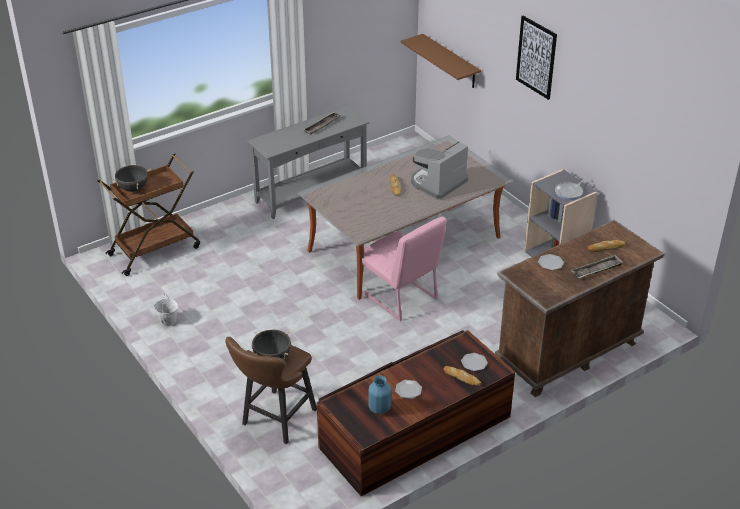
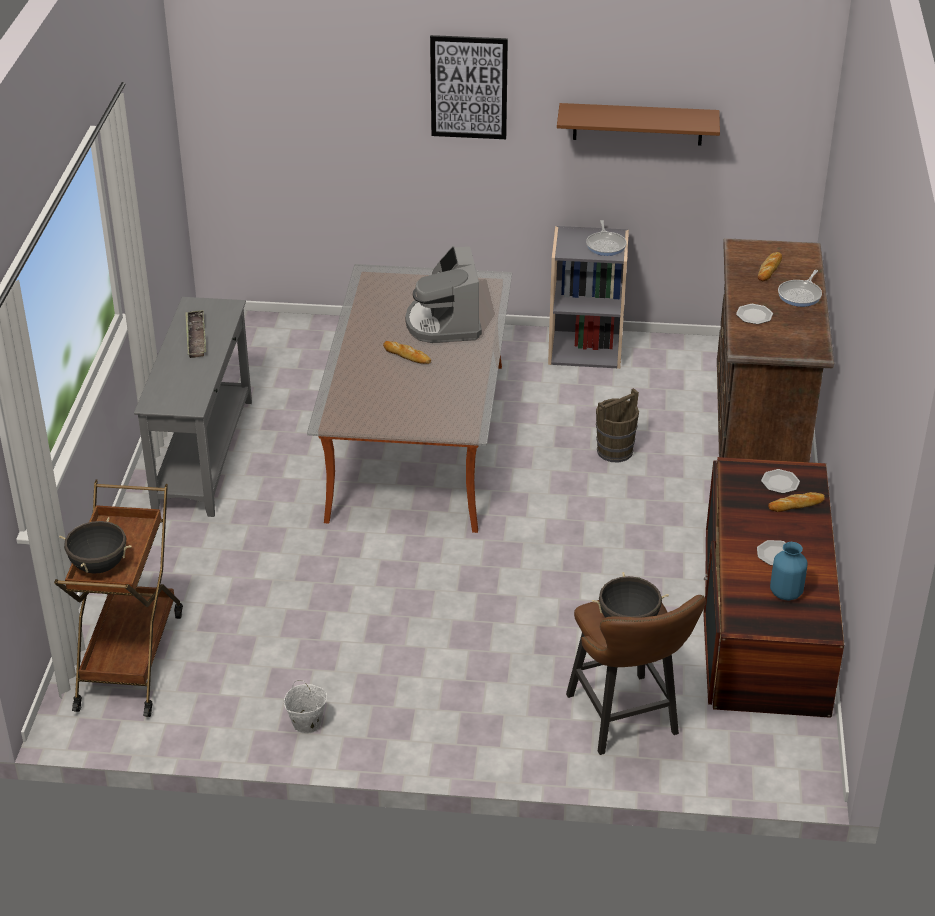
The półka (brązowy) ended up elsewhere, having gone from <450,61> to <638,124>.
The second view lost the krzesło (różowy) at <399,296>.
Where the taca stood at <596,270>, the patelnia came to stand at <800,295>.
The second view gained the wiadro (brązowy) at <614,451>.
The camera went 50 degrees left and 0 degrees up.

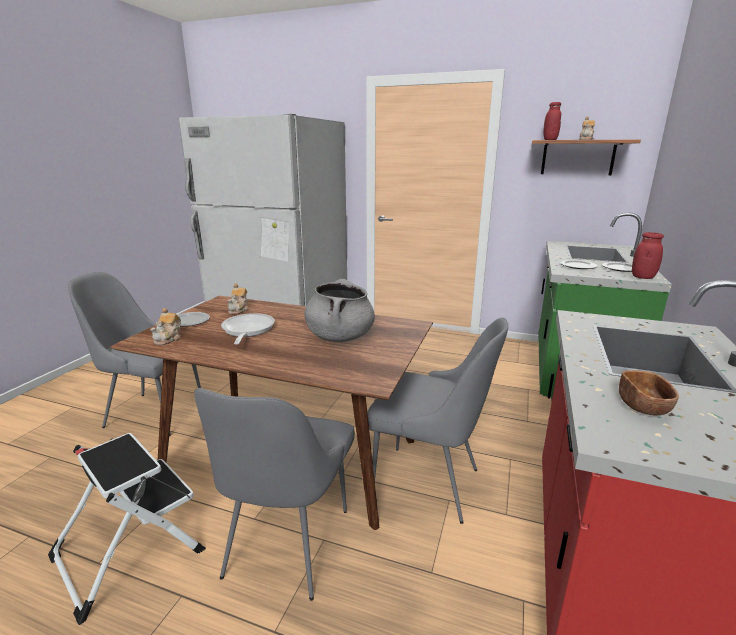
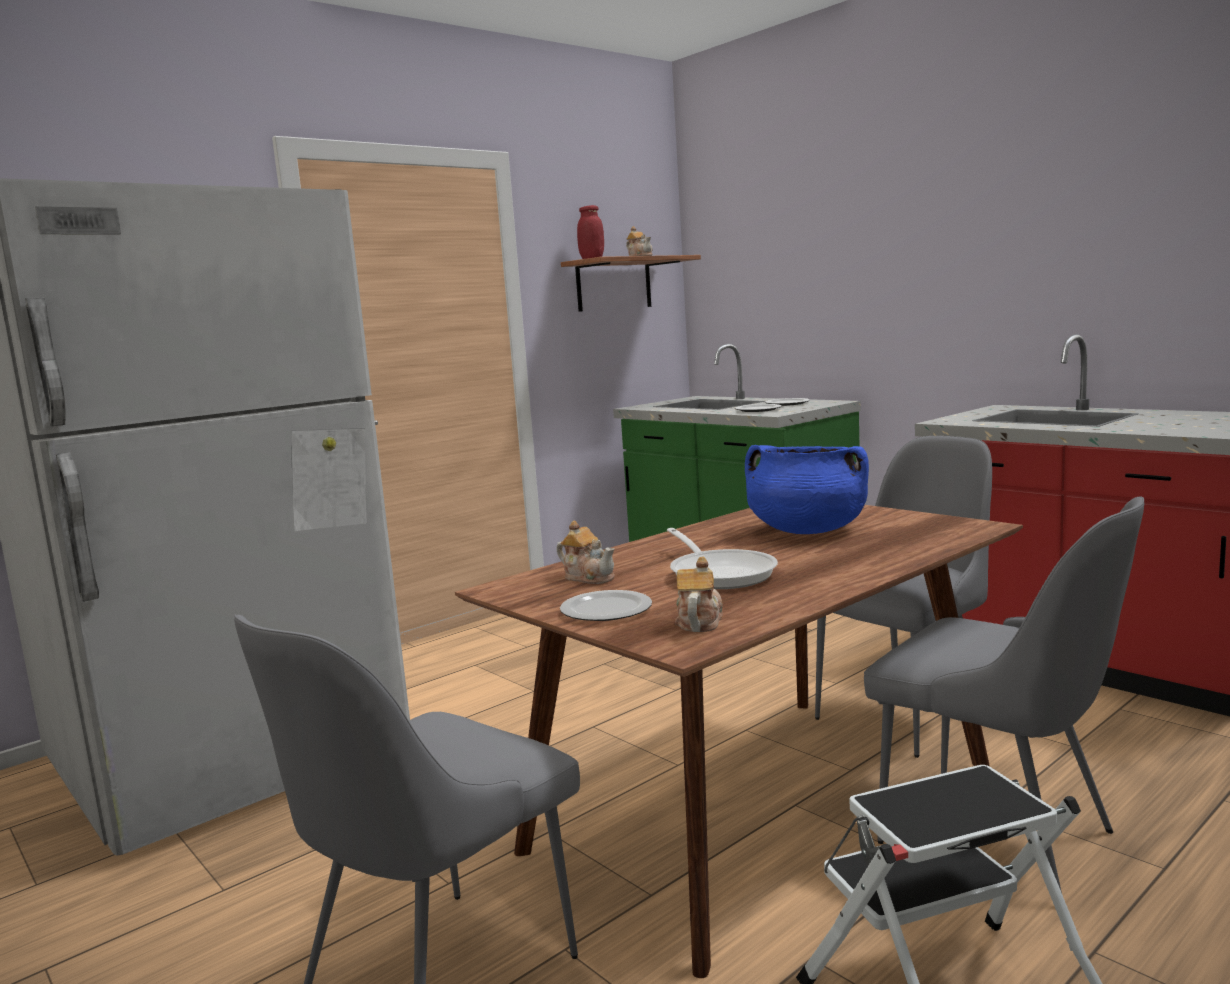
The second view lost the słoik (czerwony) at <643,277>.
What was the garnek (szary) at <340,336> turned into the garnek (niebieski) at <806,530>.
The imbryk at <169,339> ended up facing another way, 120 degrees counterclockwise from before.
The patelnia at <247,331> ended up facing another way, 135 degrees counterclockwise from before.
The second view lost the miska (brązowy) at <643,406>.
The camera went 60 degrees left and 10 degrees down.

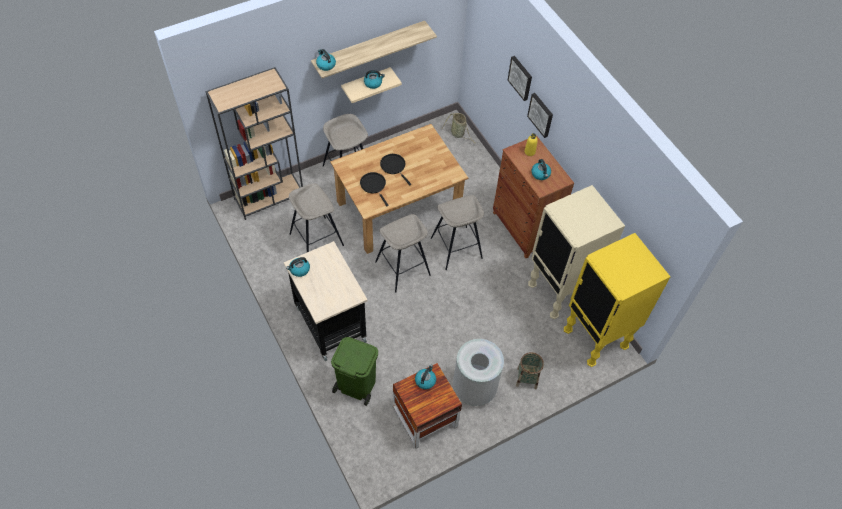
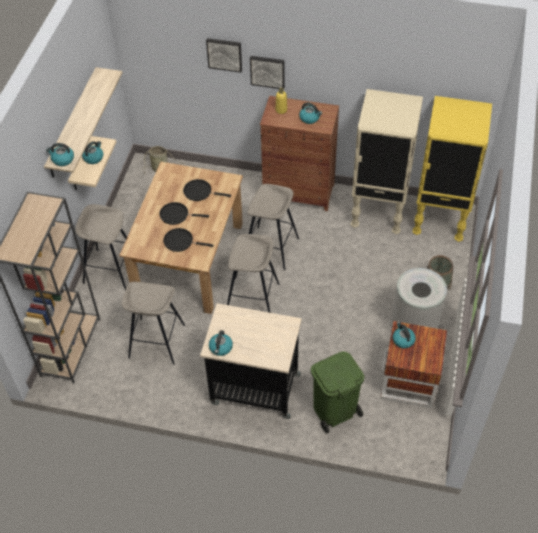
The second view gained the patelnia (czarny) at <200,192>.
The camera went 45 degrees left and 5 degrees down.

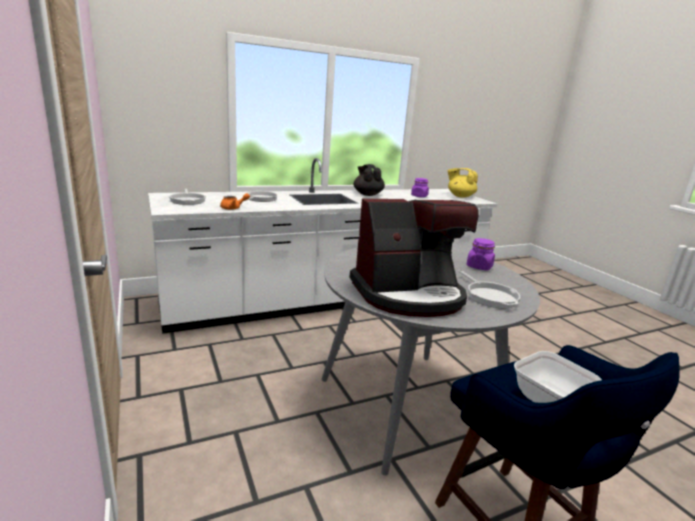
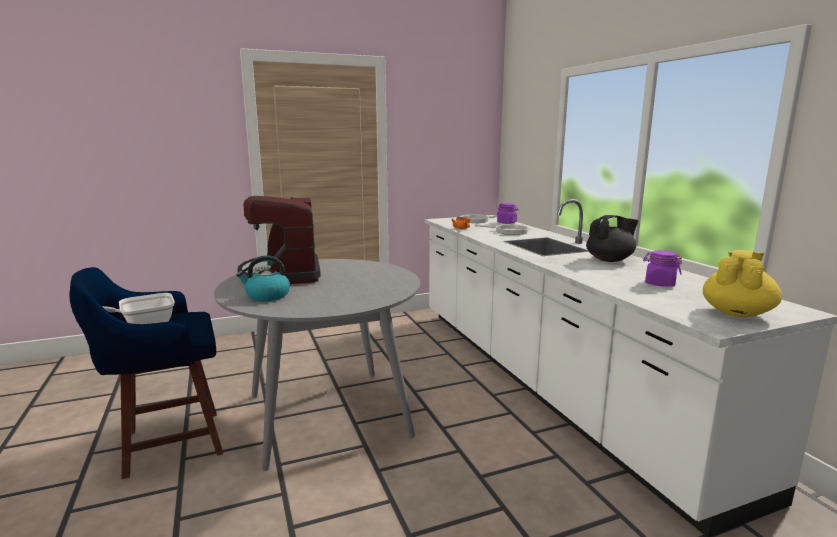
The słoik (fioletowy) ended up elsewhere, having gone from <479,266> to <507,223>.
Where the patelnia stood at <489,296>, the czajnik came to stand at <267,296>.
The camera went 95 degrees right and 5 degrees down.

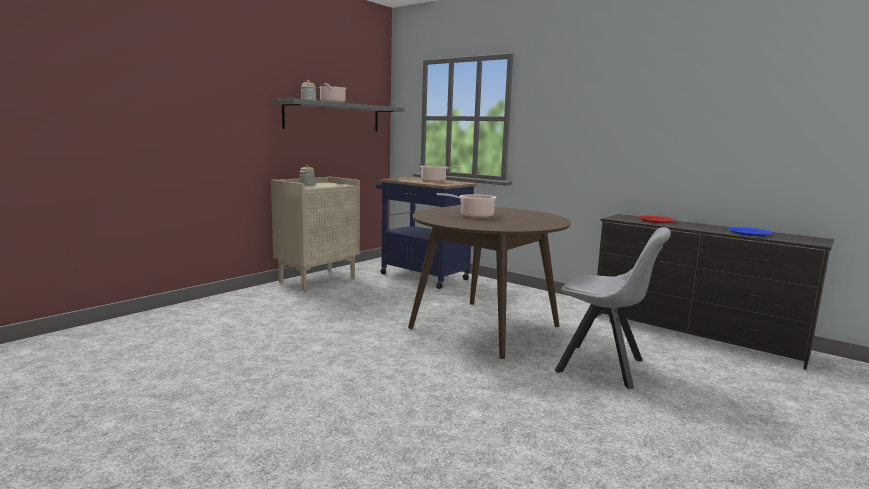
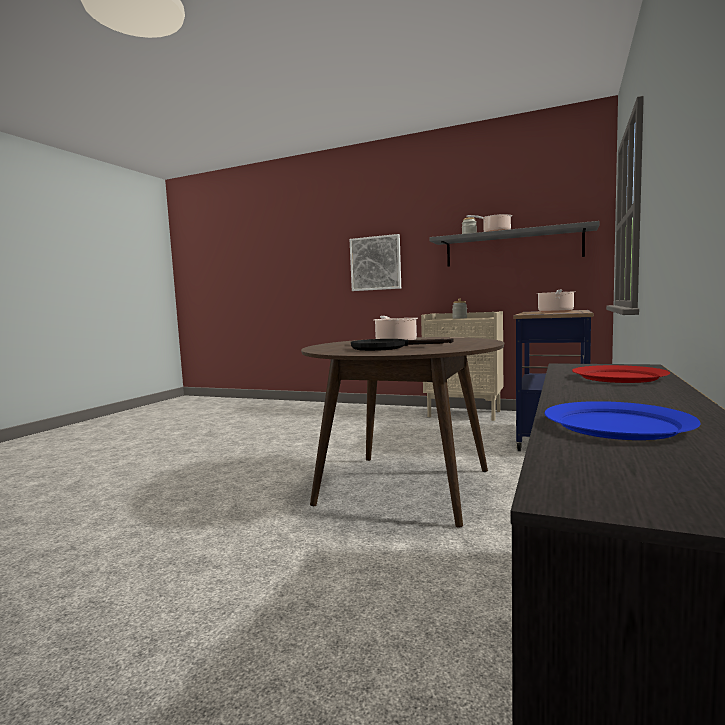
The second view lost the krzesło (szary) at <603,366>.
The second view gained the obraz at <375,263>.
The second view gained the patelnia (czarny) at <387,348>.
The camera went 75 degrees right and 5 degrees down.

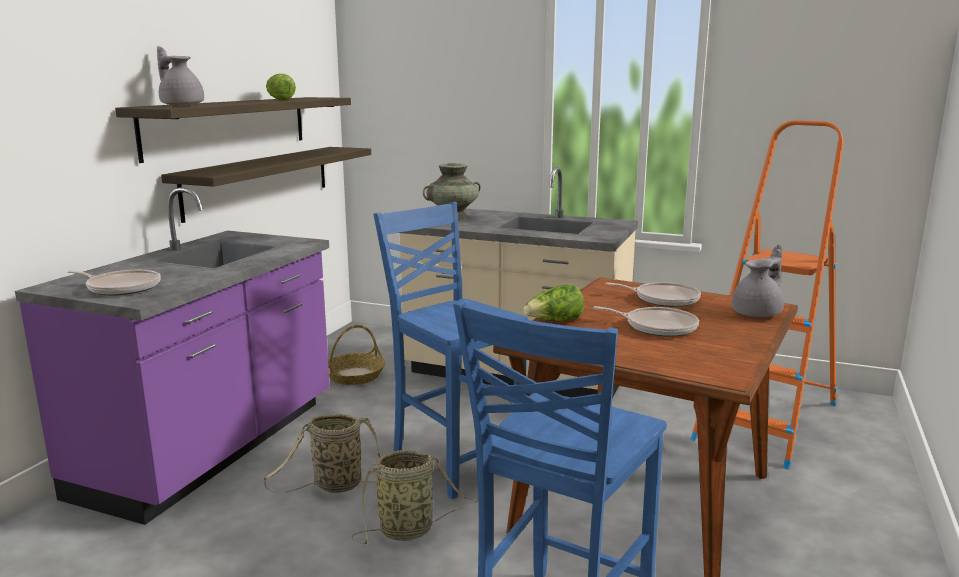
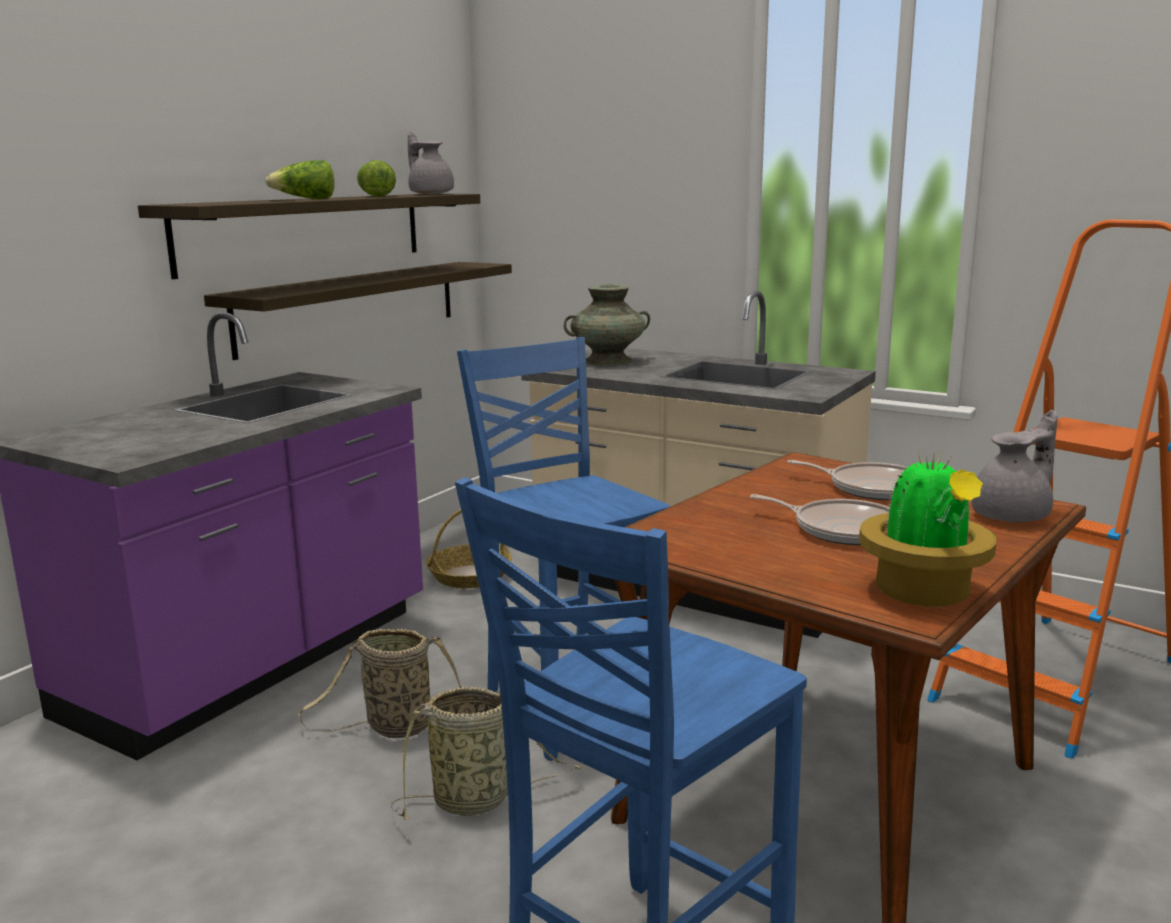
The imbryk (szary) ended up elsewhere, having gone from <181,105> to <430,194>.
The second view lost the patelnia at <121,288>.
The sałata ended up elsewhere, having gone from <554,322> to <306,199>.
The second view gained the roślina doniczkowa at <923,594>.
The camera went 10 degrees right and 0 degrees up.

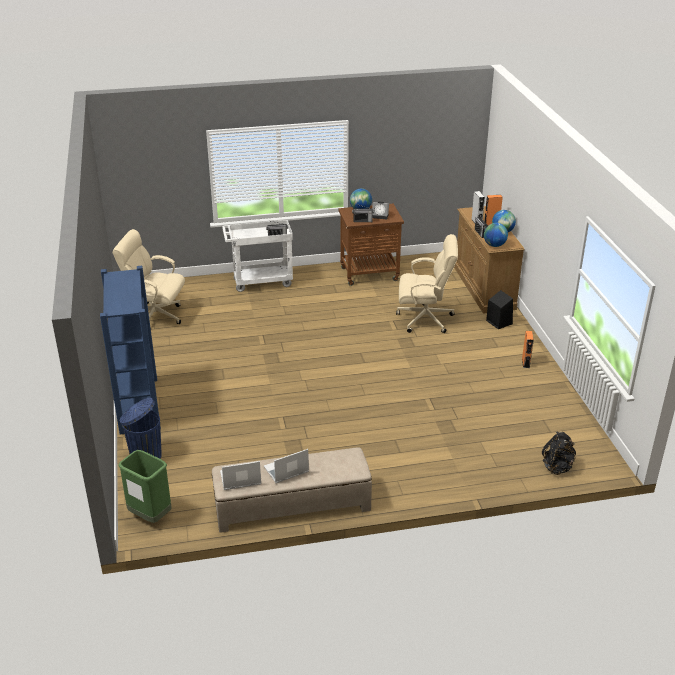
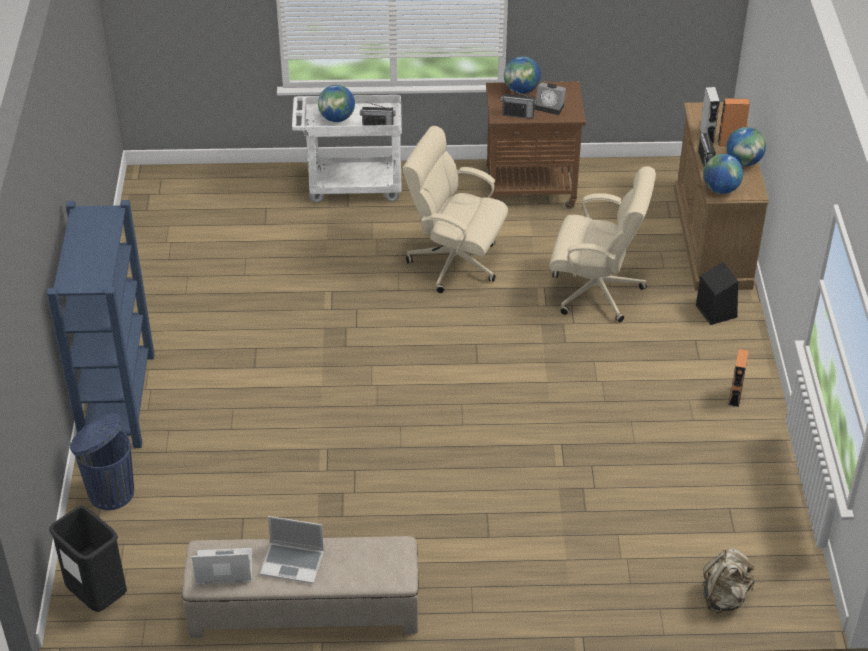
The krzesło biurowe (beżowy) ended up elsewhere, having gone from <155,317> to <455,262>.
What was the plecak (czarny) at <557,467> turned into the plecak (beżowy) at <725,597>.
The laptop at <286,470> ended up facing another way, 150 degrees counterclockwise from before.
What was the kosz na śmieci (zielony) at <150,516> turned into the kosz na śmieci (czarny) at <97,596>.
The second view gained the globus at <337,118>.
The camera went 10 degrees right and 10 degrees up.

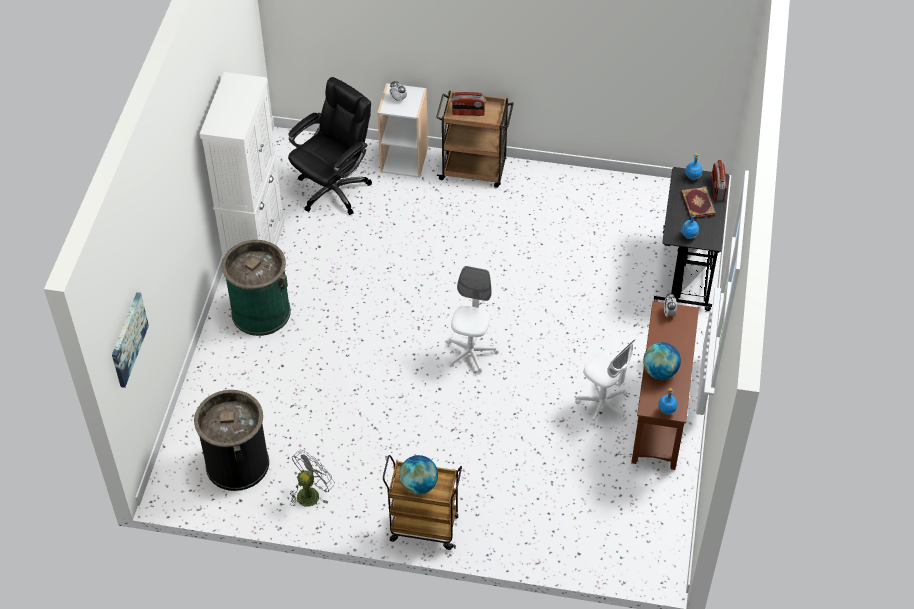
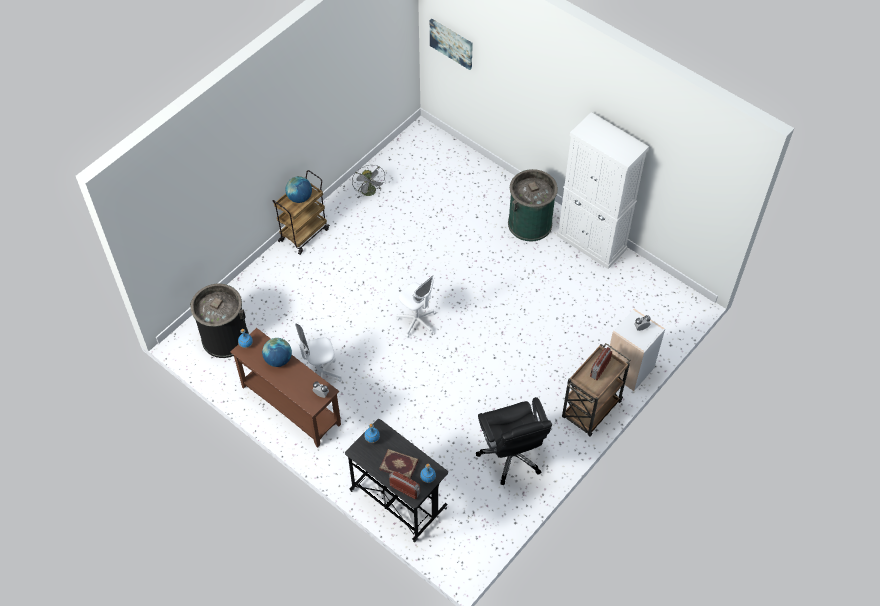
The krzesło biurowe (czarny) ended up elsewhere, having gone from <333,190> to <511,455>.
The kosz na śmieci (czarny) ended up elsewhere, having gone from <237,464> to <225,337>.
The camera went 120 degrees right and 5 degrees up.

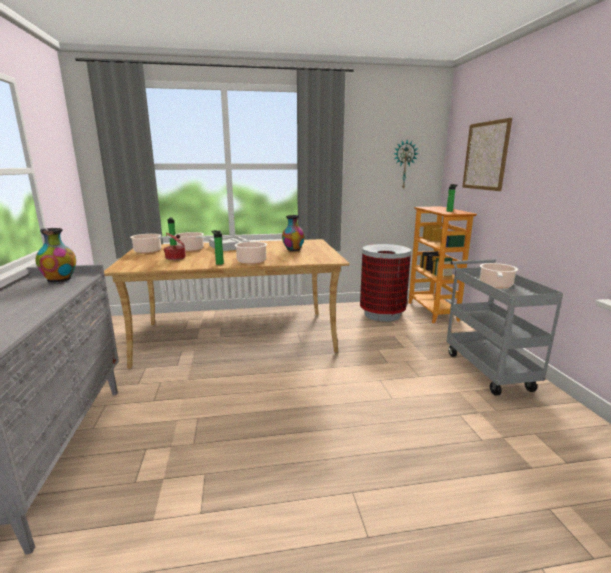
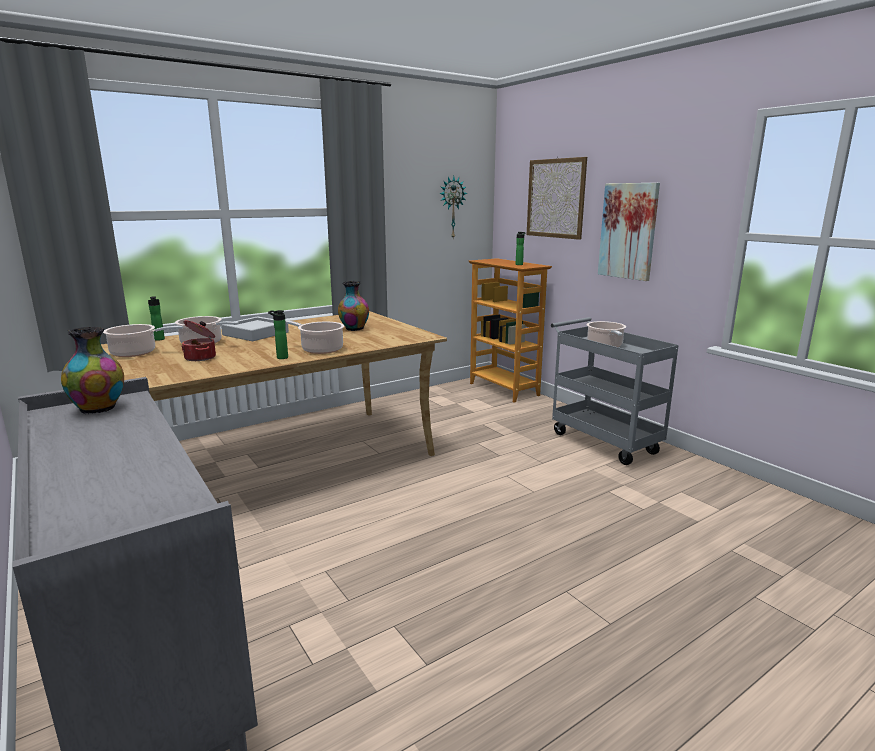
The second view lost the kosz na śmieci at <382,314>.
The second view gained the obraz at <628,231>.
The camera went 25 degrees left and 0 degrees up.

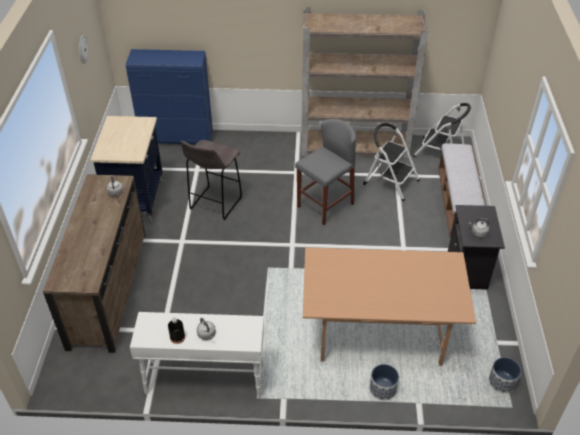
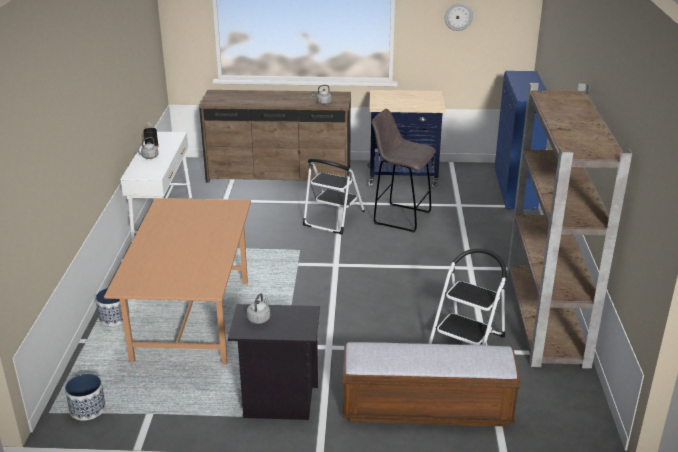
The drabinka ended up elsewhere, having gone from <440,153> to <332,219>.
The second view lost the stołek (szary) at <325,205>.
The camera went 90 degrees right and 15 degrees down.

